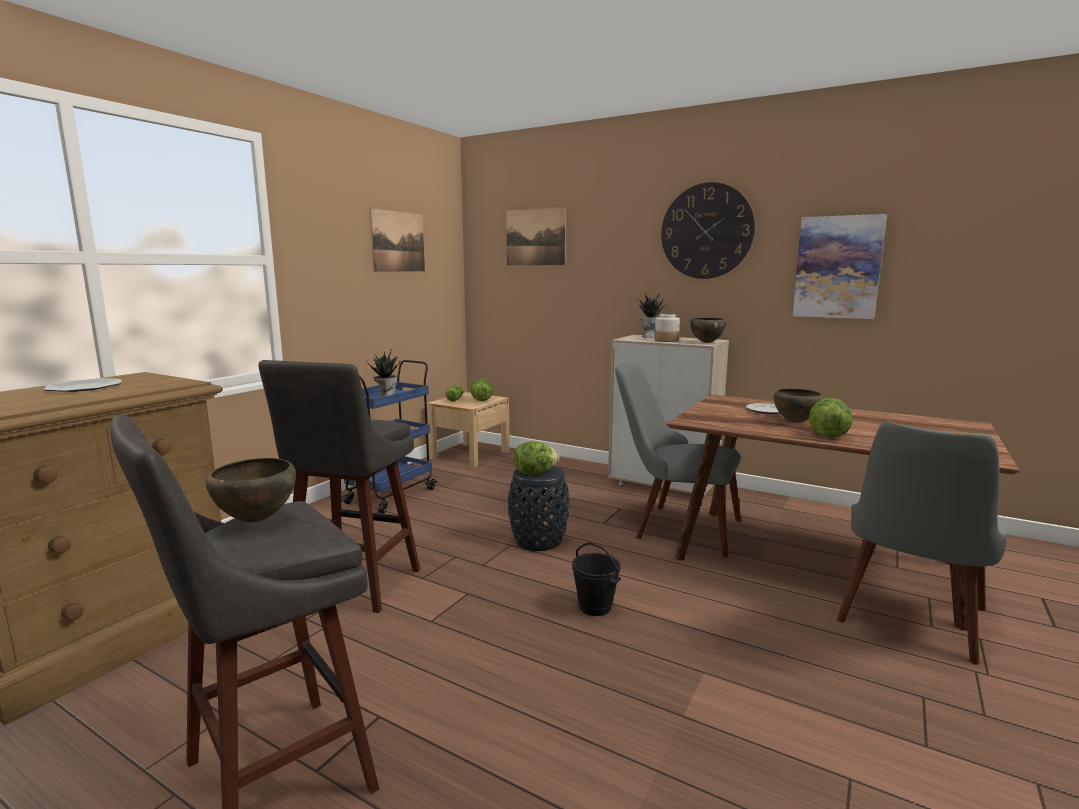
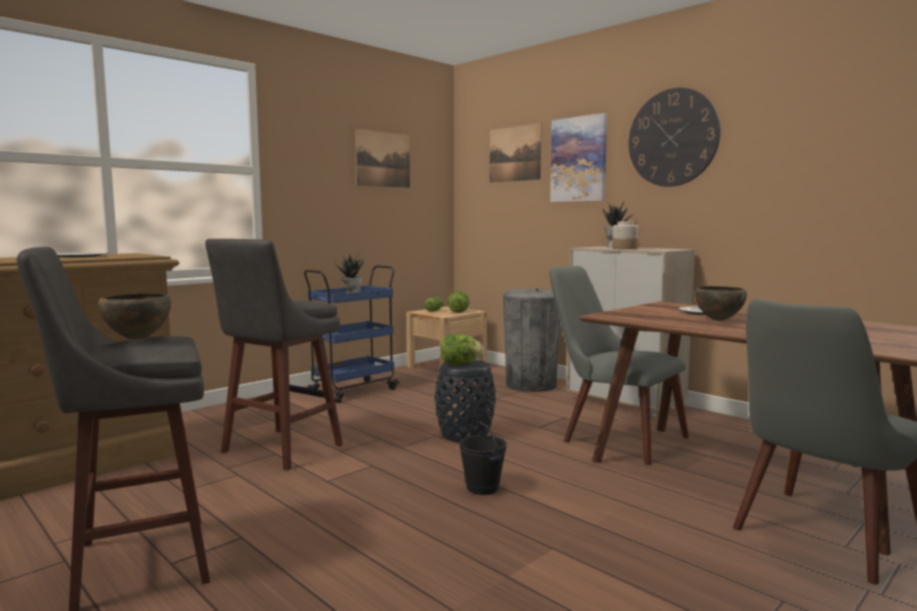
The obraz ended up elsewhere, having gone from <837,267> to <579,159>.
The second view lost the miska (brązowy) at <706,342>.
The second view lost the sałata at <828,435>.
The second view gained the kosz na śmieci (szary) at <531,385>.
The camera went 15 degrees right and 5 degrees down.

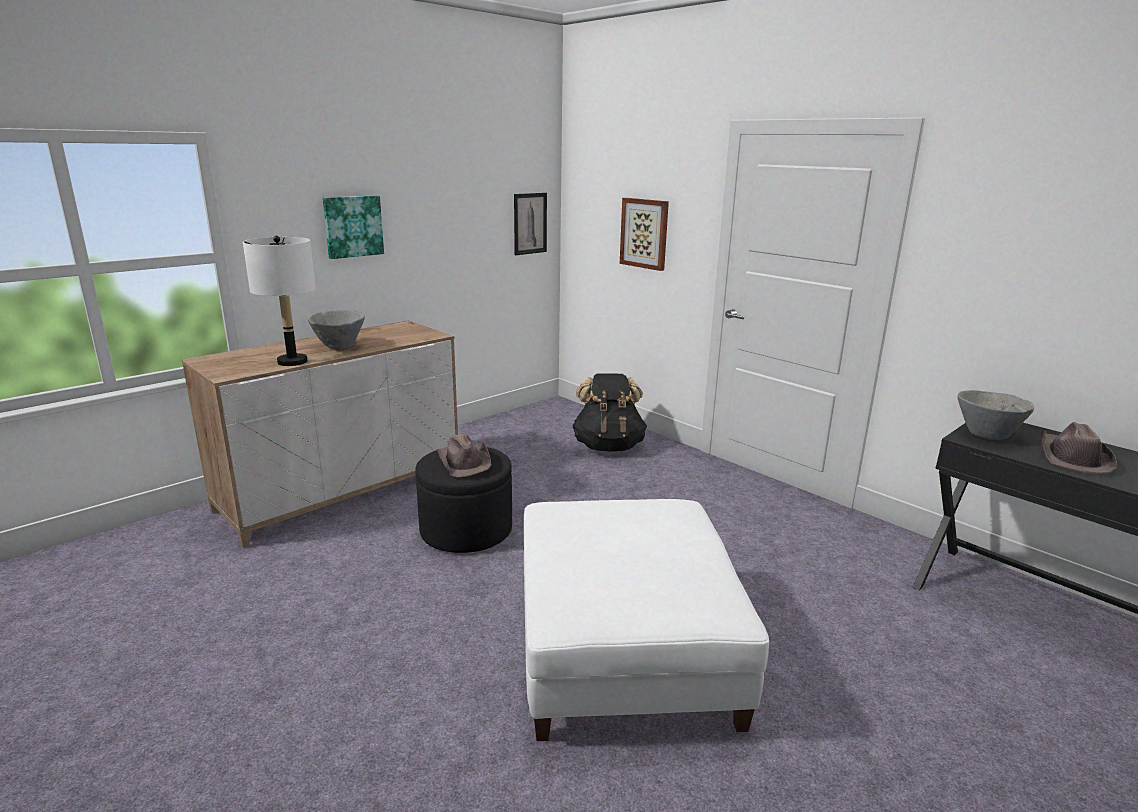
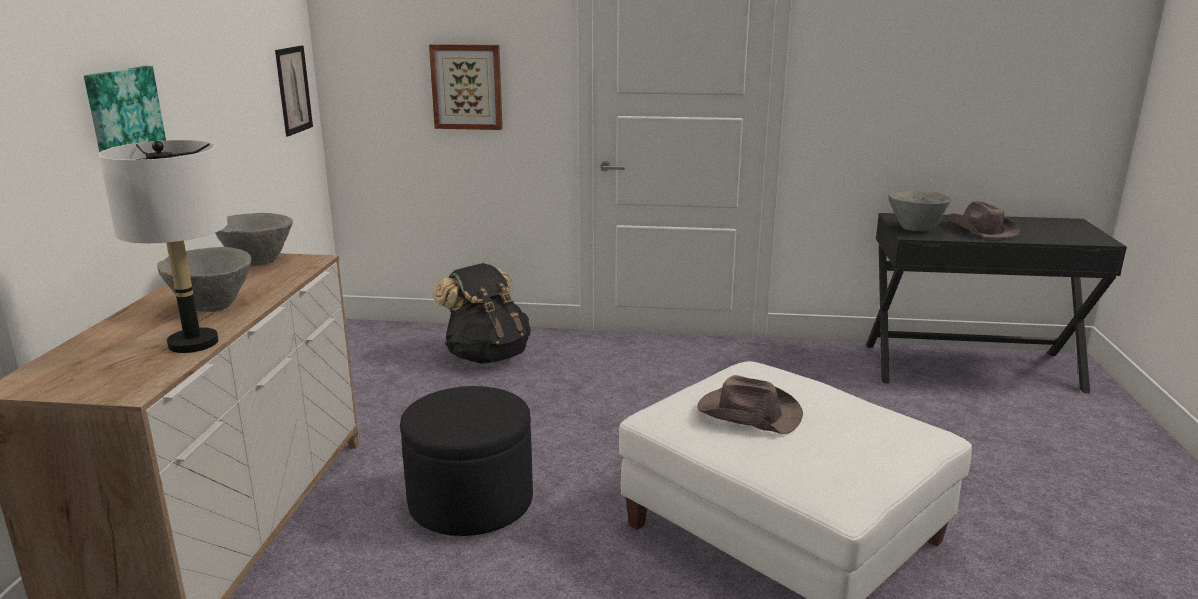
The kapelusz (brązowy) ended up elsewhere, having gone from <464,461> to <748,413>.
The second view gained the miska (szary) at <259,262>.
The camera went 40 degrees left and 0 degrees up.

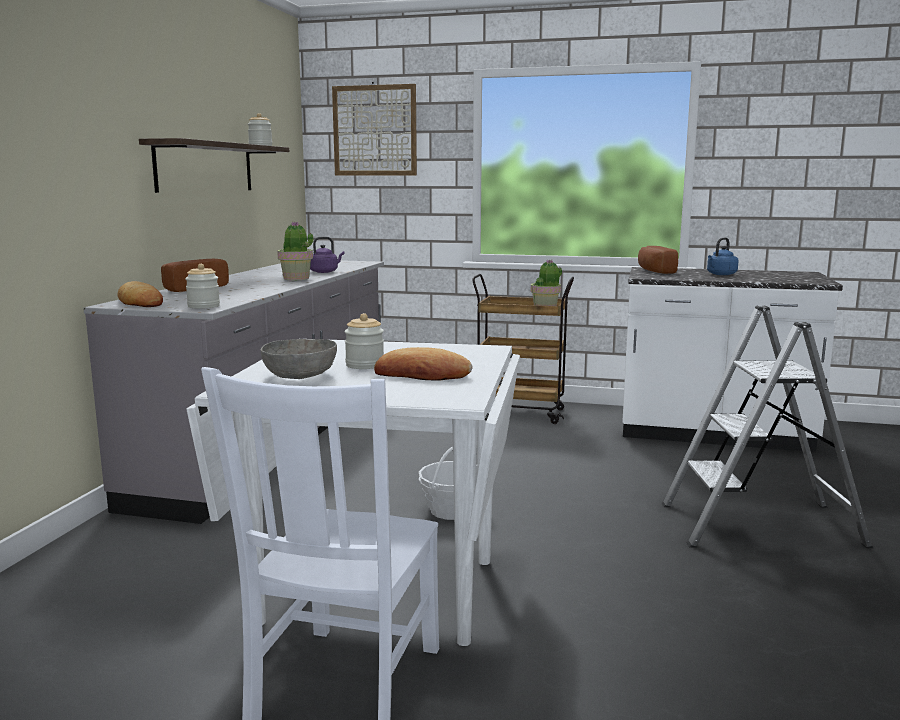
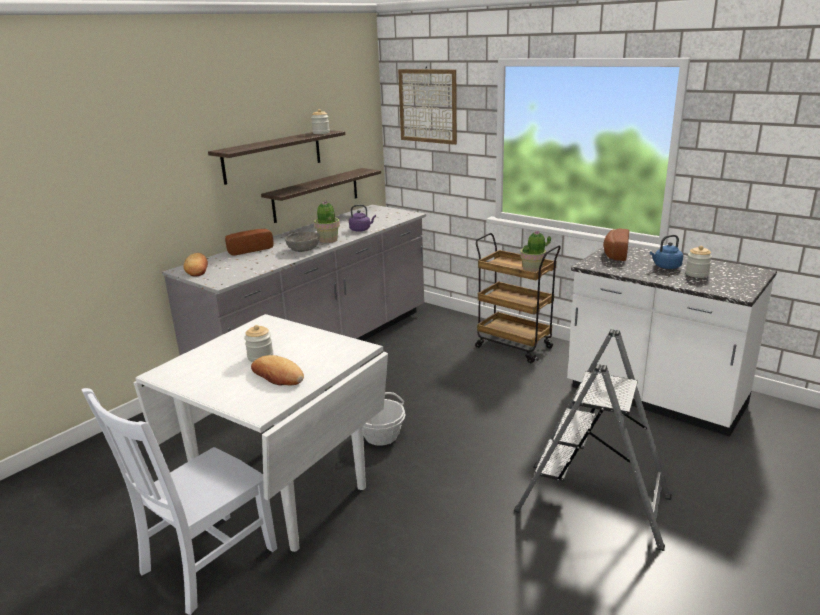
The słoik ended up elsewhere, having gone from <203,306> to <697,274>.
The miska (szary) ended up elsewhere, having gone from <300,375> to <303,249>.
The second view gained the półka at <316,194>.
The camera went 25 degrees right and 10 degrees up.

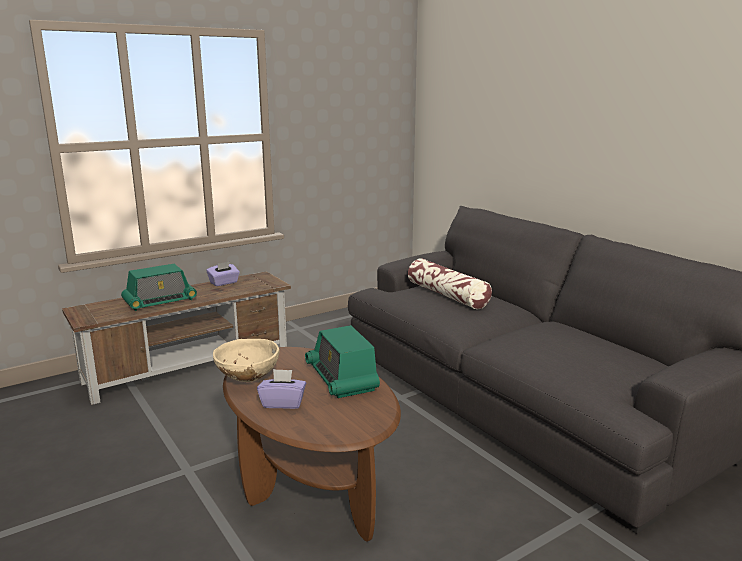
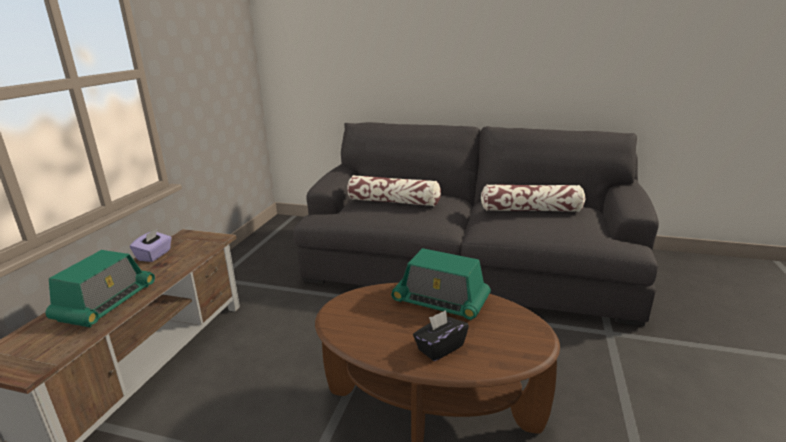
The second view lost the miska (beżowy) at <248,379>.
What was the pudełko chusteczek (fioletowy) at <283,403> turned into the pudełko chusteczek (czarny) at <440,348>.
The second view gained the poduszka at <531,210>.
The camera went 40 degrees left and 5 degrees up.

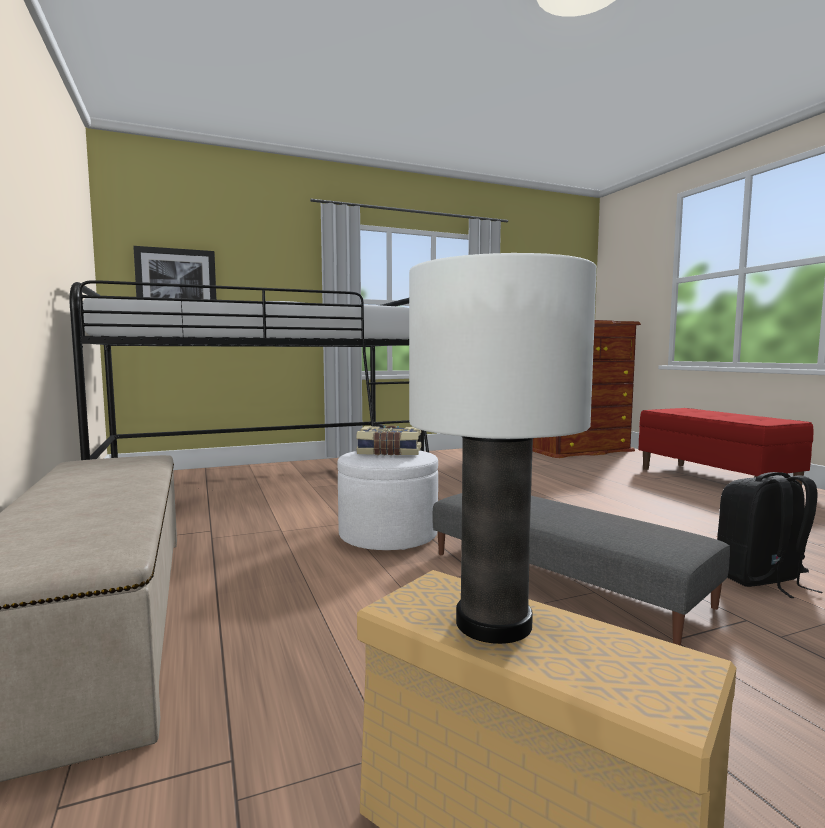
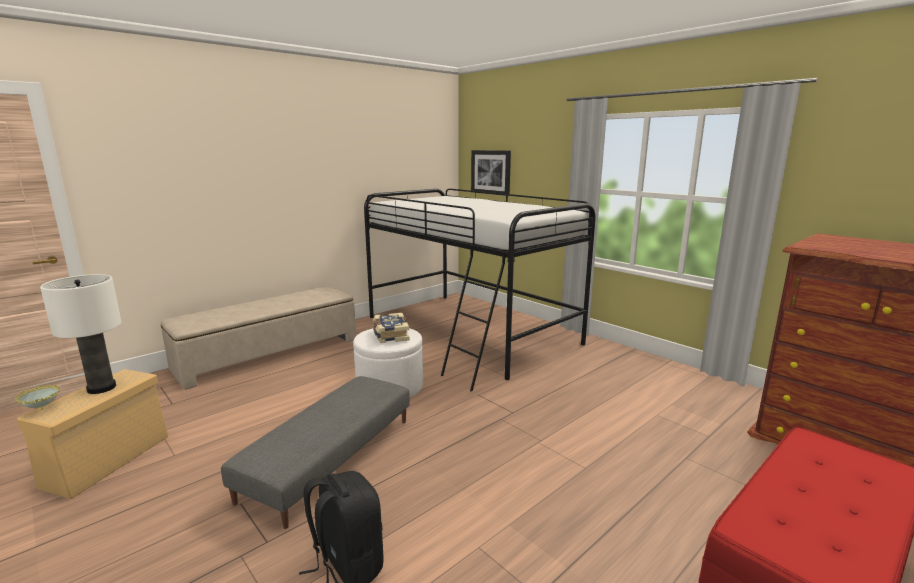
The second view gained the miska at <42,409>.
The camera went 70 degrees right and 10 degrees up.

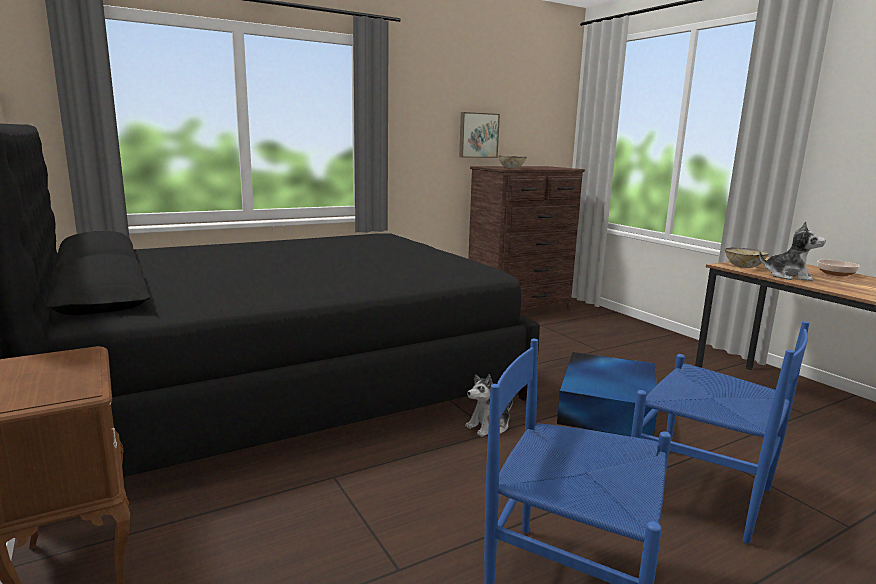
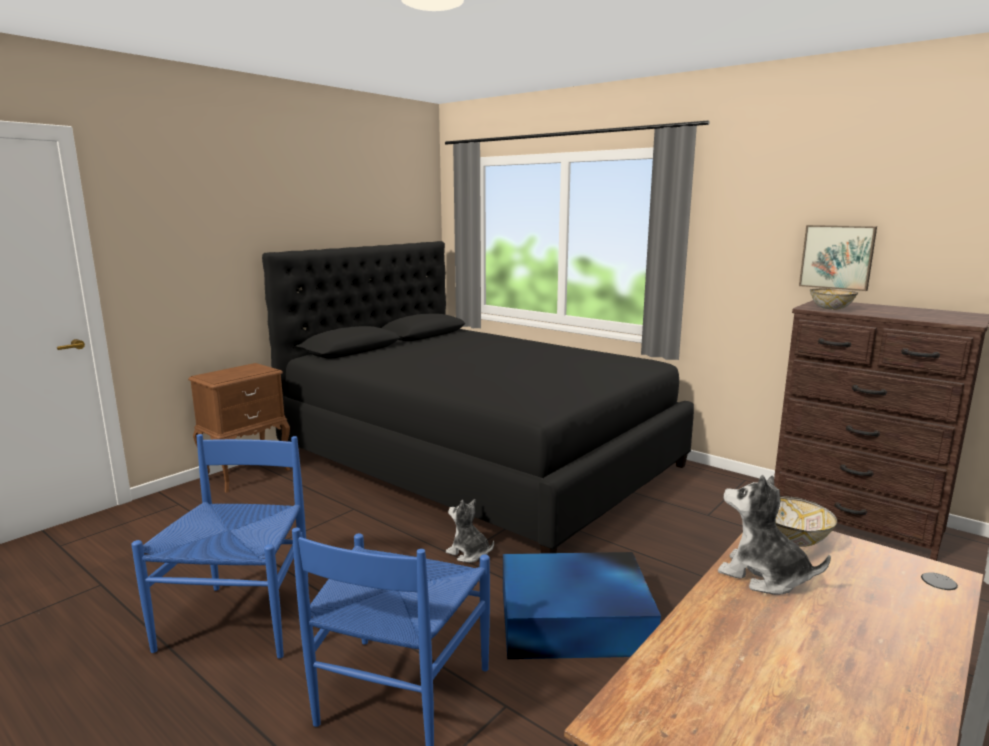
The pluszak at <788,276> ended up facing another way, 120 degrees clockwise from before.
The second view lost the miska at <836,274>.
The camera went 70 degrees right and 0 degrees up.

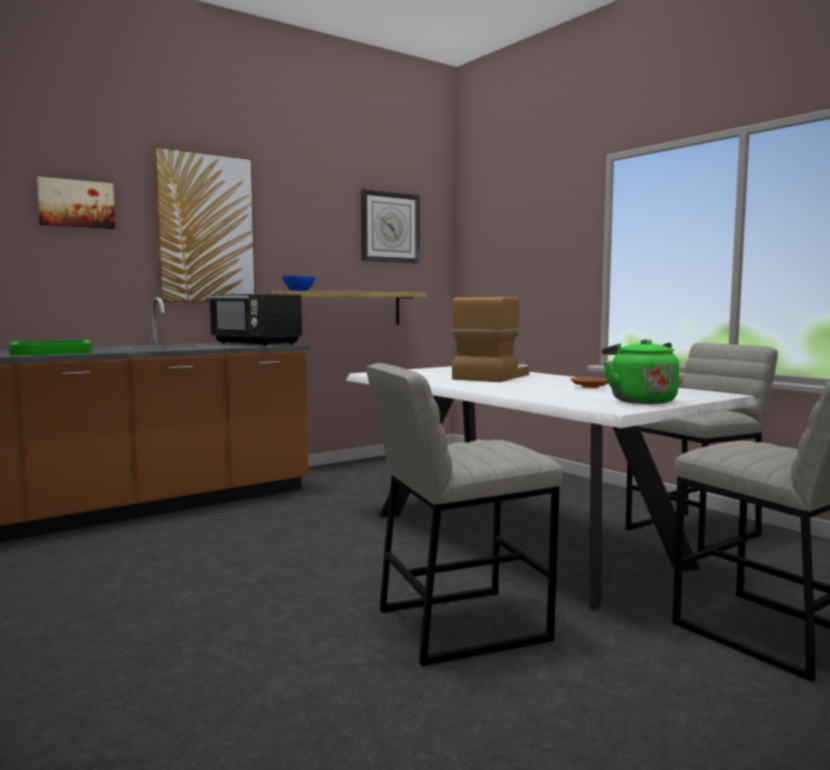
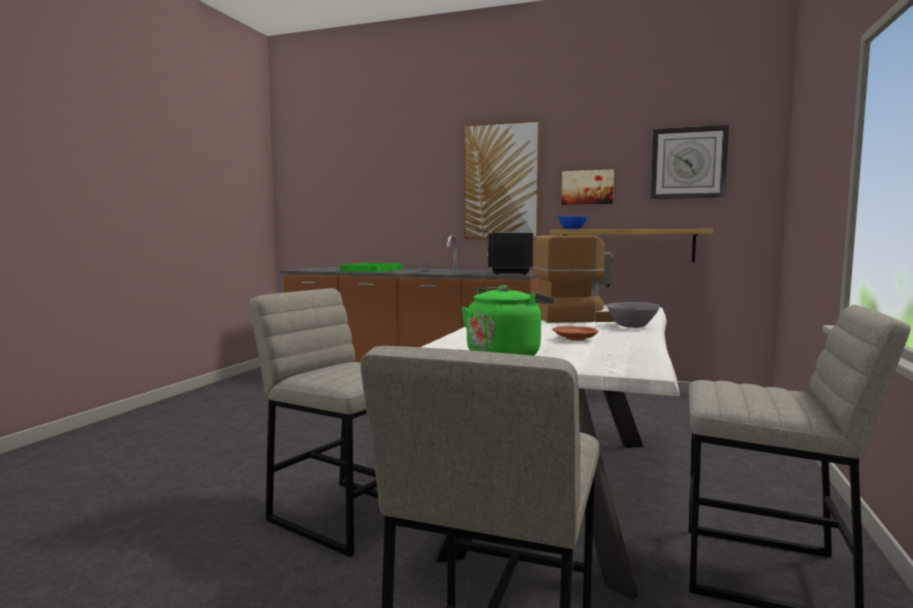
The obraz ended up elsewhere, having gone from <76,204> to <587,187>.
The second view gained the miska (szary) at <631,326>.
The camera went 55 degrees right and 0 degrees up.

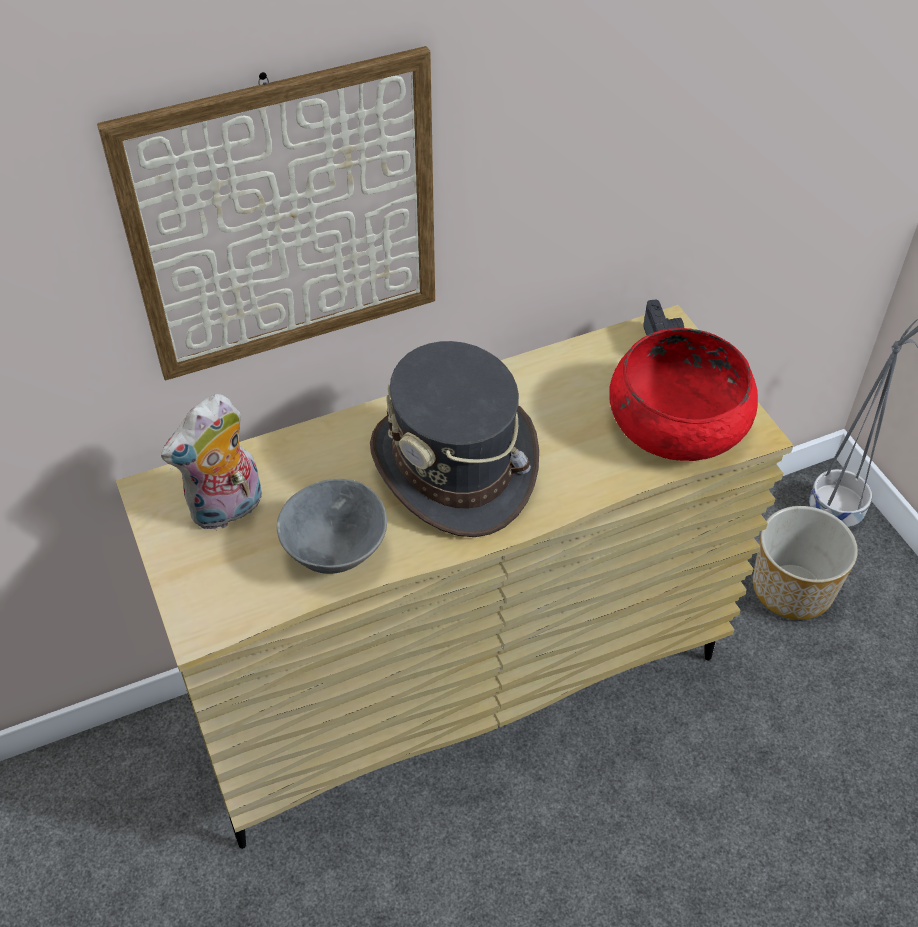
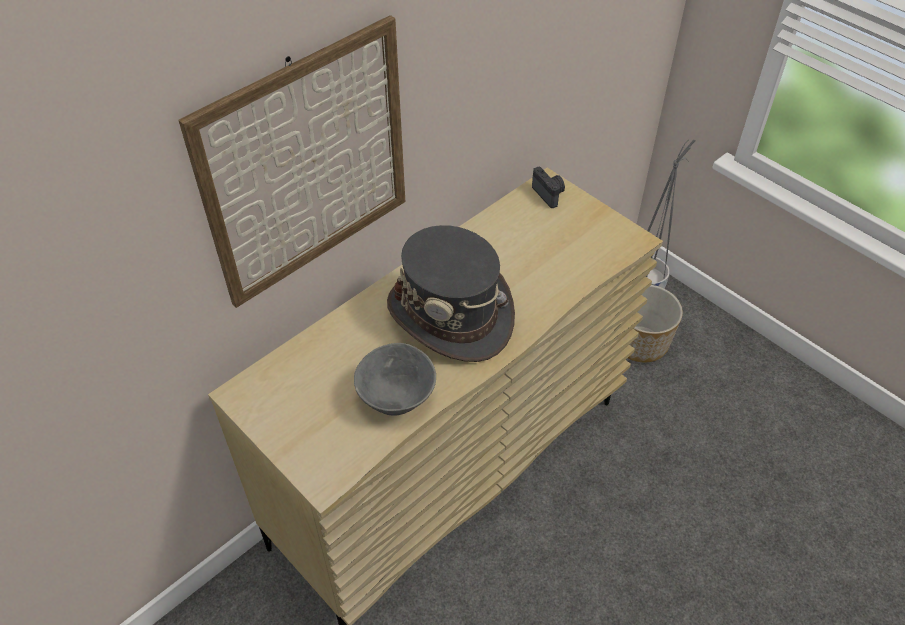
The second view lost the miska (czerwony) at <678,421>.
The second view lost the pluszak at <227,510>.
The camera went 20 degrees left and 0 degrees up.

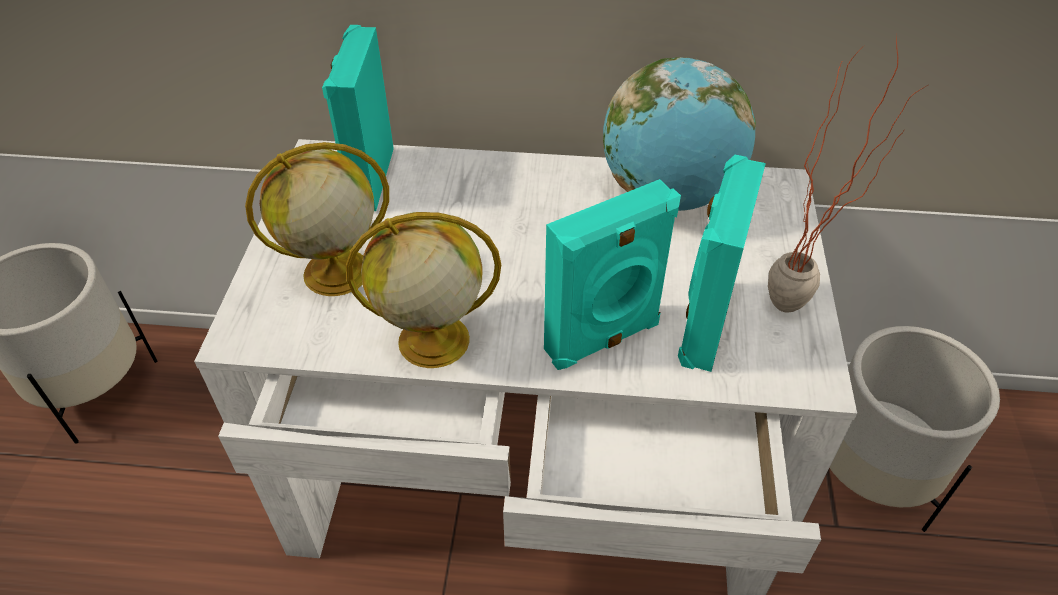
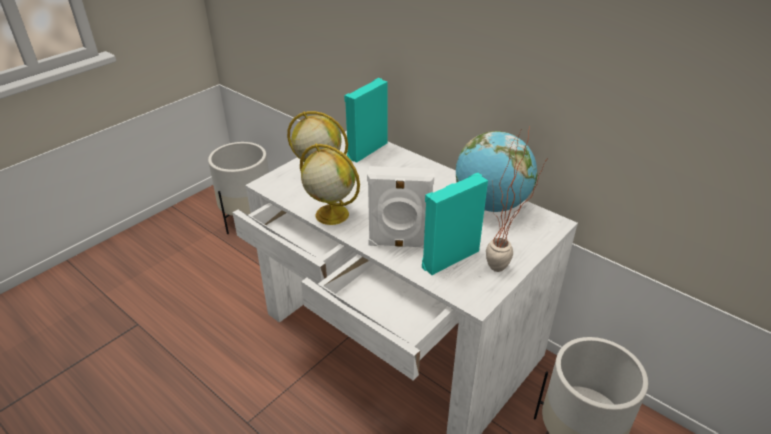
What was the głośnik (turkusowy) at <604,339> turned into the głośnik (biały) at <399,244>.
The camera went 35 degrees right and 10 degrees down.

